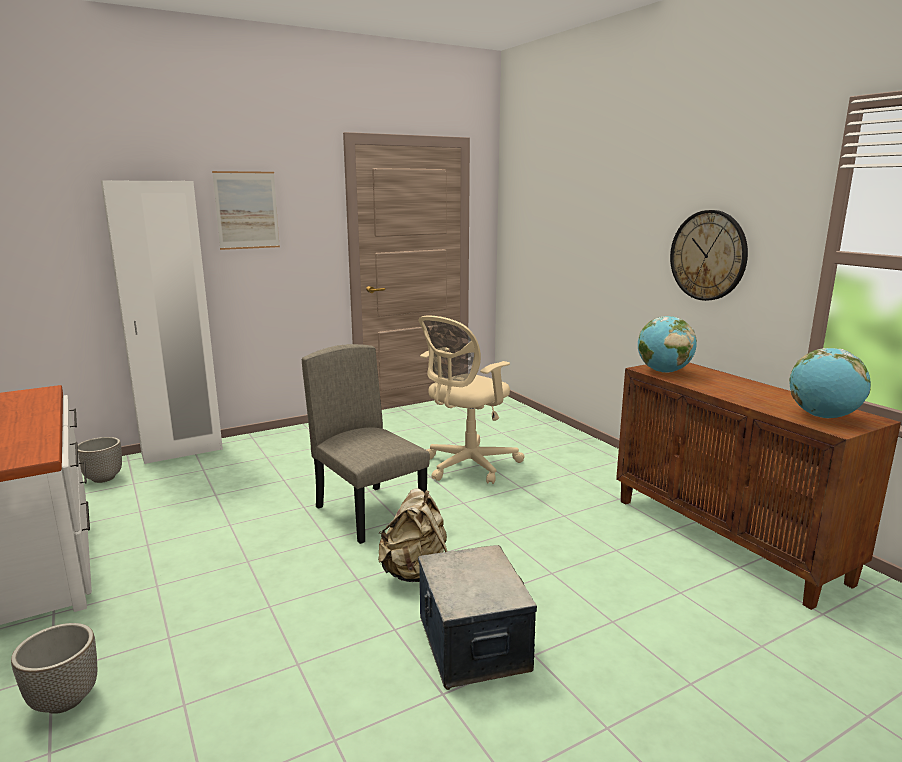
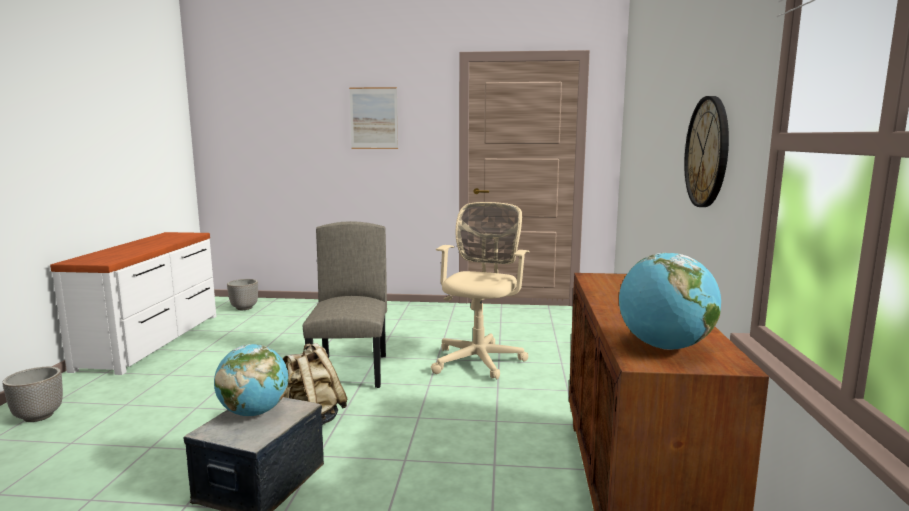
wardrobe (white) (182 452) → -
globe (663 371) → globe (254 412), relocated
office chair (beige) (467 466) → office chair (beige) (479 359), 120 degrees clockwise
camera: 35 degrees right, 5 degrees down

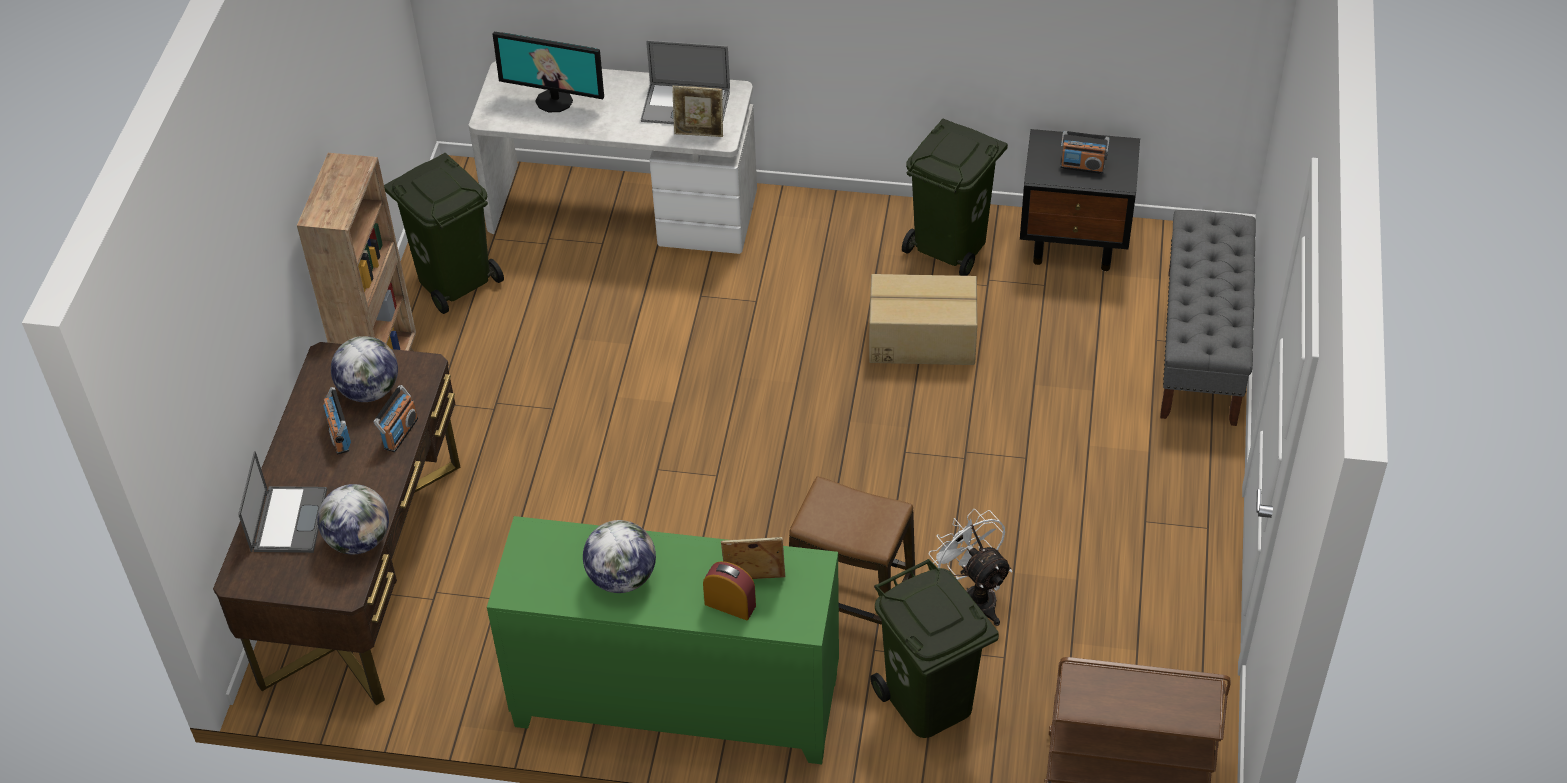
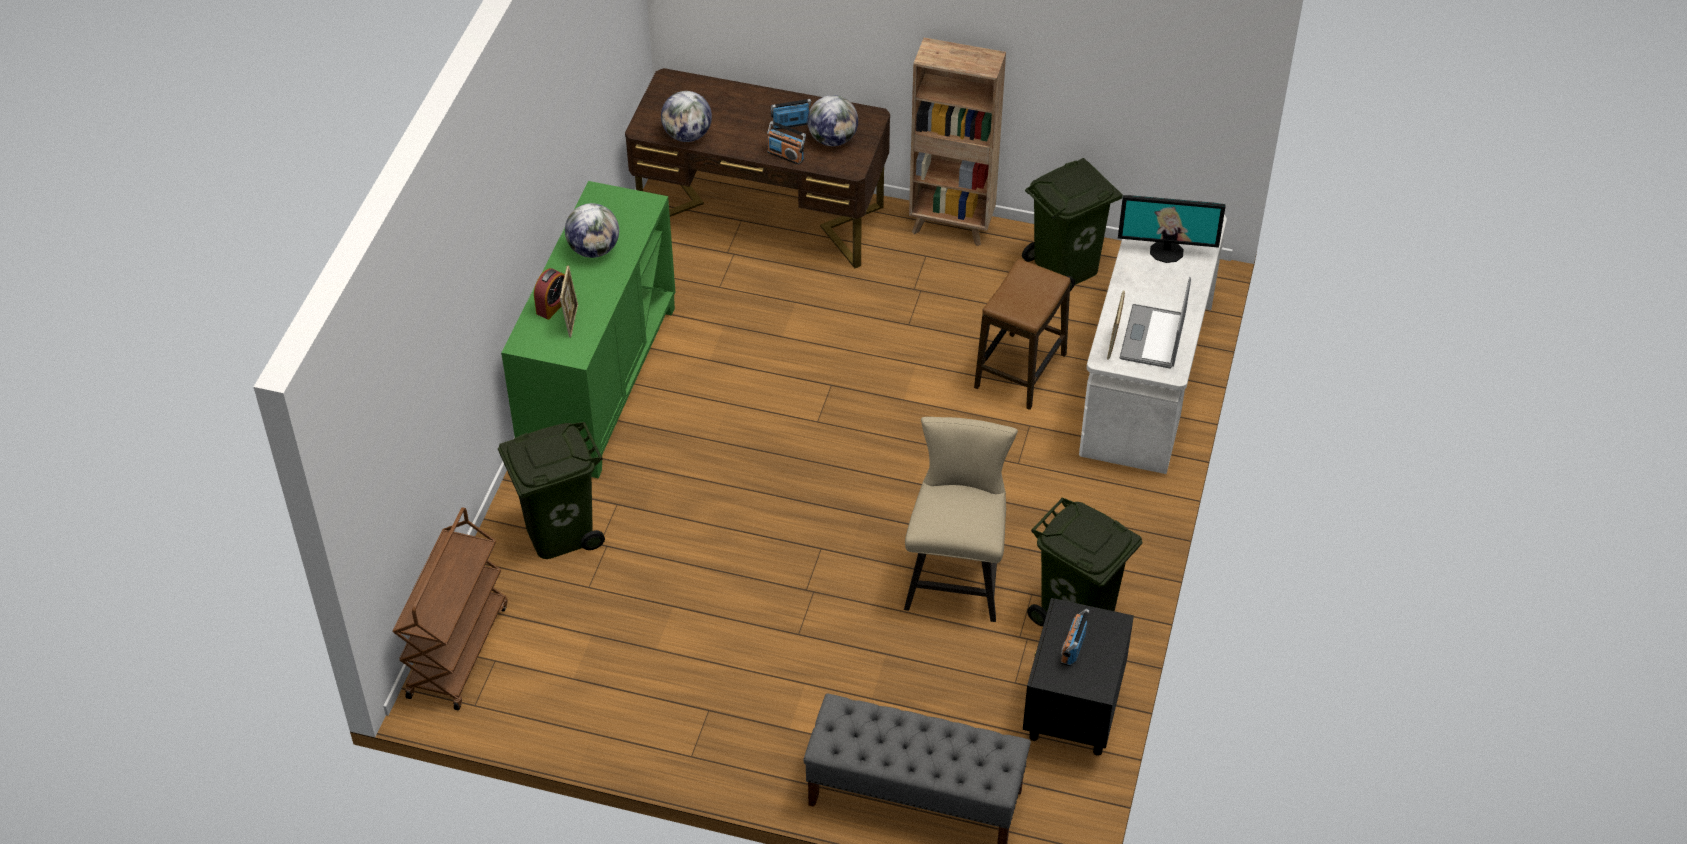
laptop (289 519) → -
fan (white) (973 596) → -
stool (851 604) → stool (1020 371), relocated
cardboard box (921 338) → chair (beige) (956 577)
monitor (554 100) → monitor (1166 251), 105 degrees counterclockwise
camera: 95 degrees right, 0 degrees up

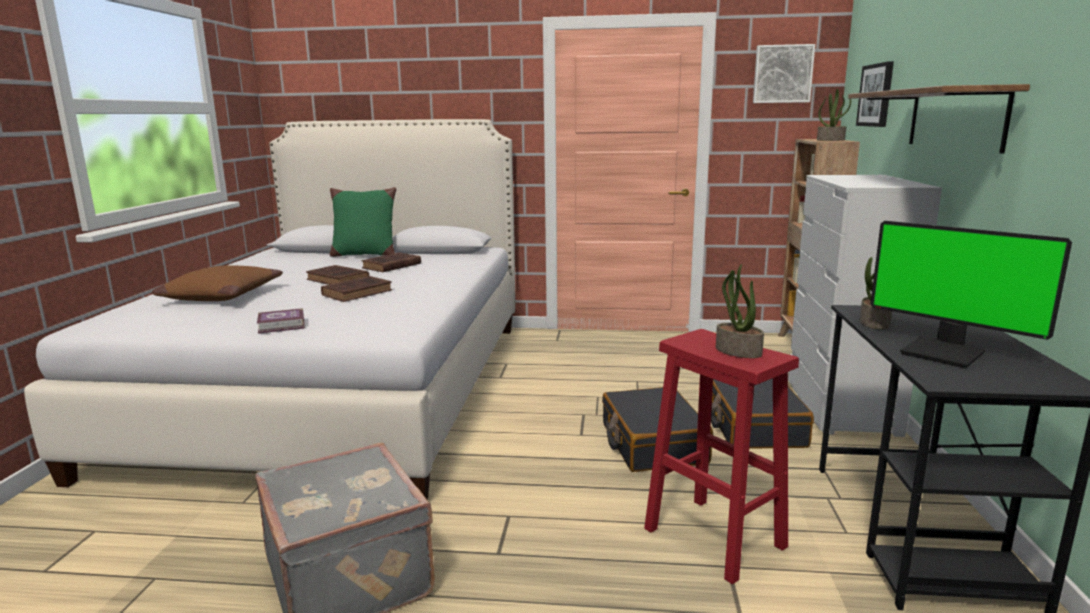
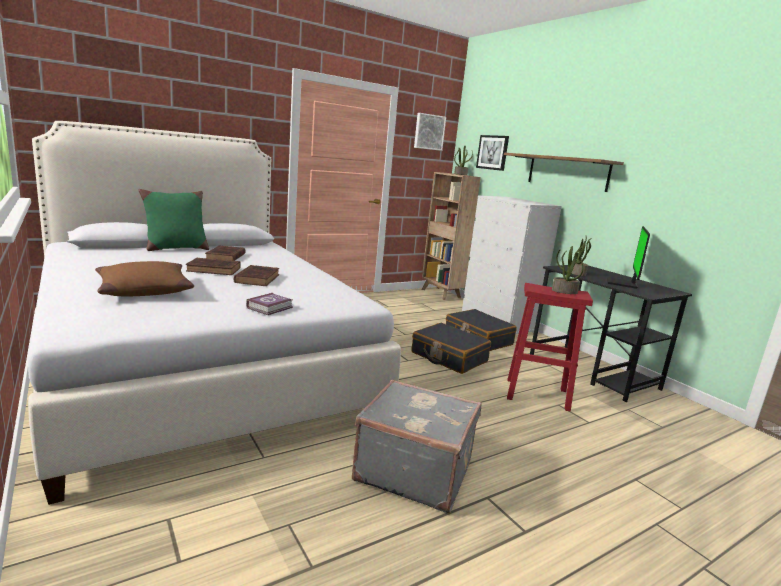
monitor (944 353) → monitor (623 284), 105 degrees clockwise
camera: 40 degrees left, 0 degrees up

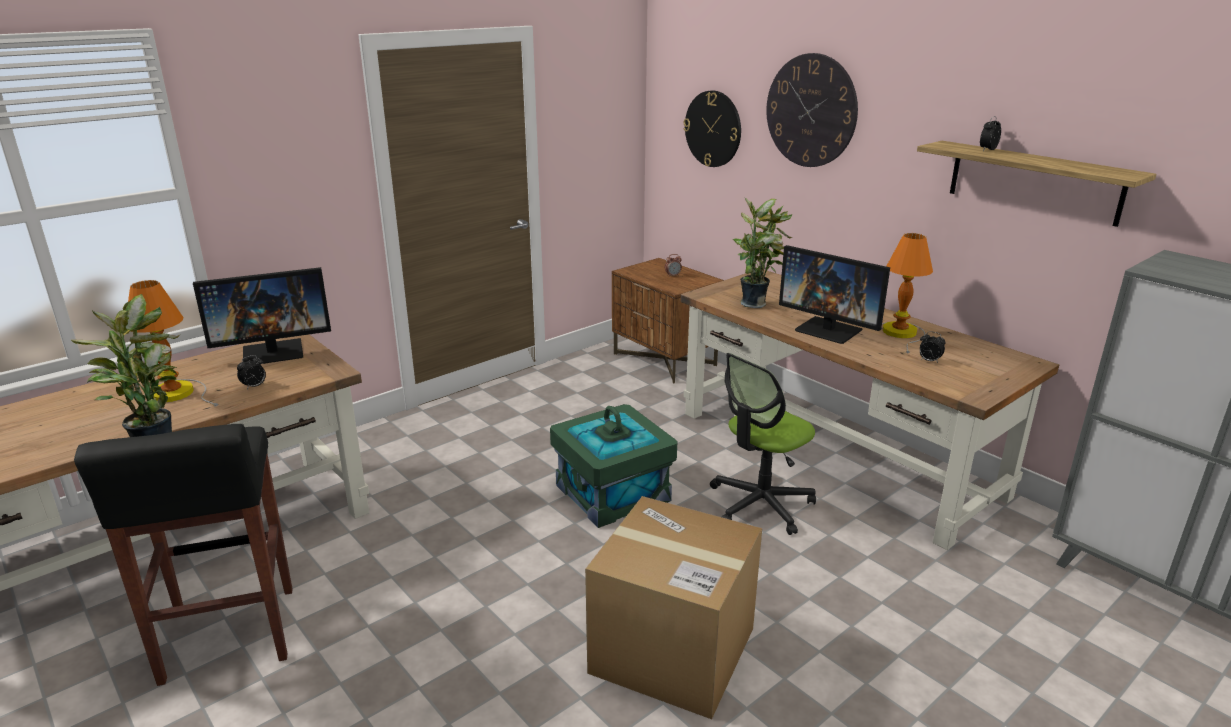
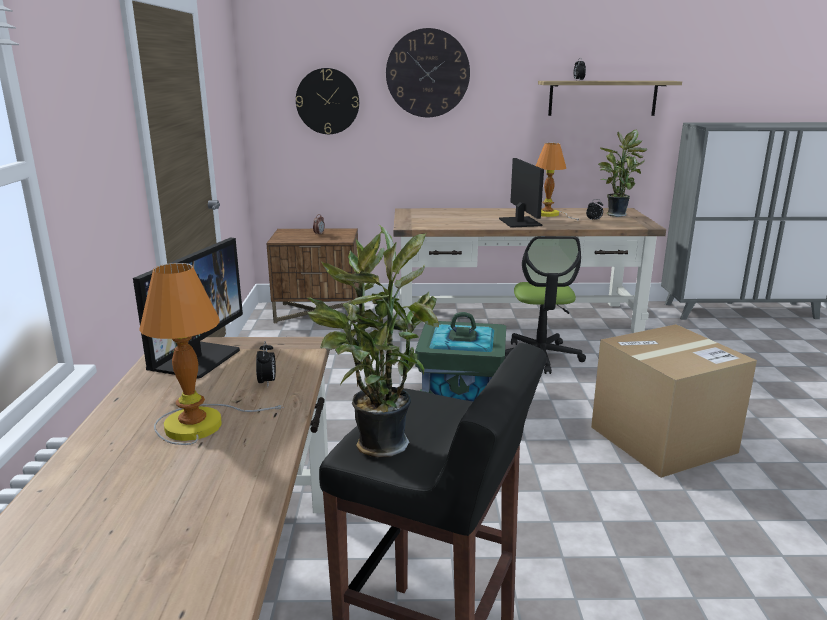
potted plant (755 303) → potted plant (616 214), relocated
monitor (829 330) → monitor (519 222), 90 degrees counterclockwise
camera: 50 degrees left, 5 degrees down

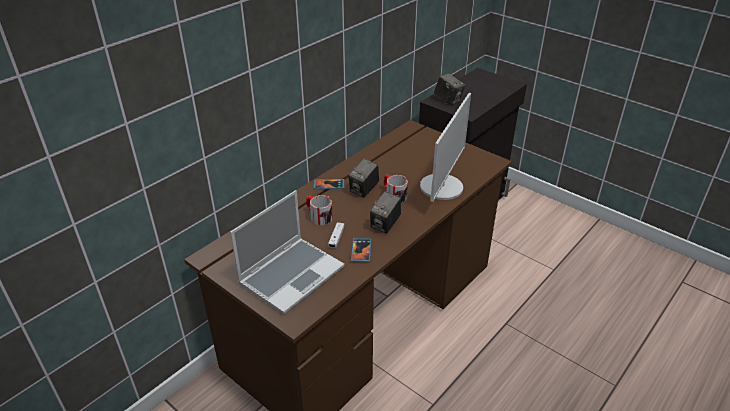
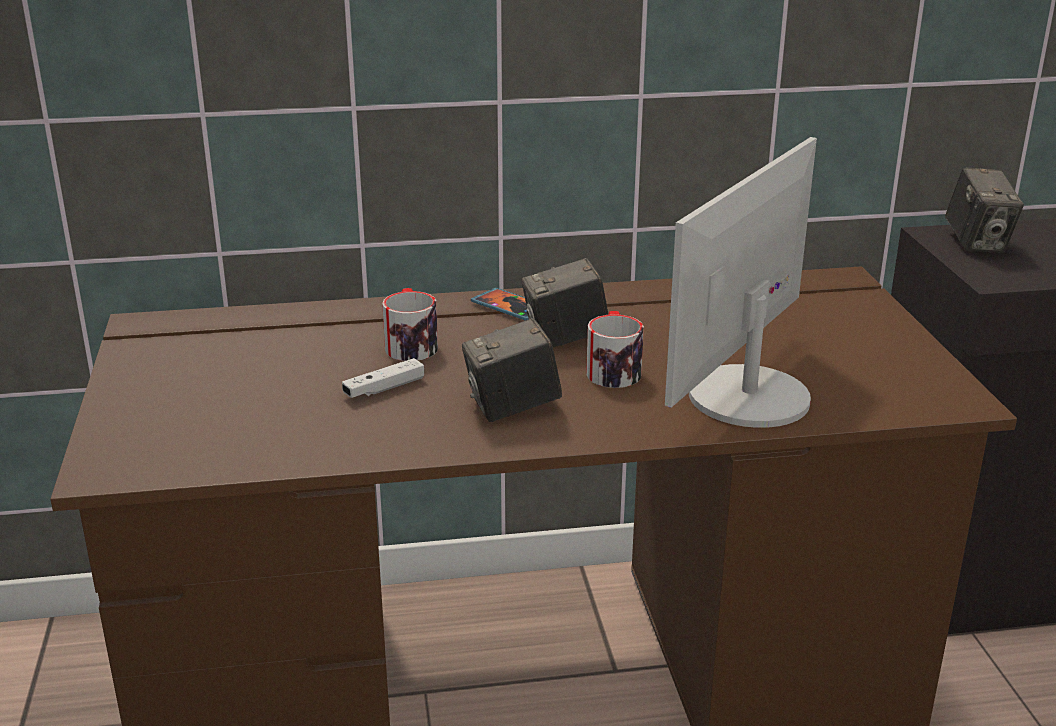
laptop (292 275) → -
phone (361 251) → -
monitor (442 187) → monitor (746 397), 150 degrees clockwise
camera: 40 degrees right, 10 degrees down

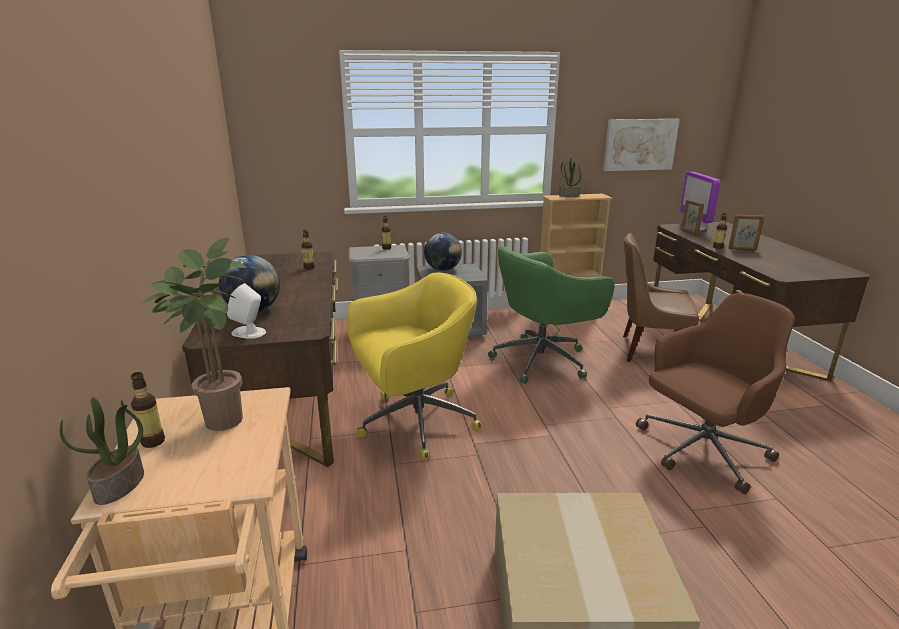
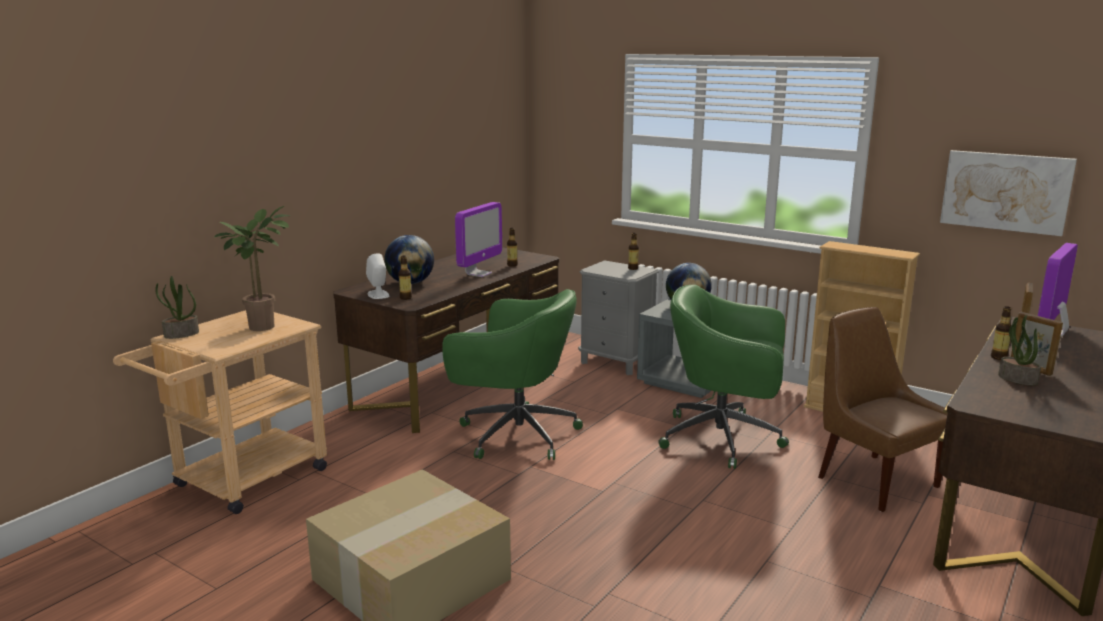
office chair (brown) (701 451) → -
- → monitor (478 274)
bottle (153 442) → bottle (405 298), relocated
potted plant (569 196) → potted plant (1016 379), relocated
office chair (yellow) (414 422) → office chair (green) (515 434)
camera: 45 degrees right, 5 degrees down

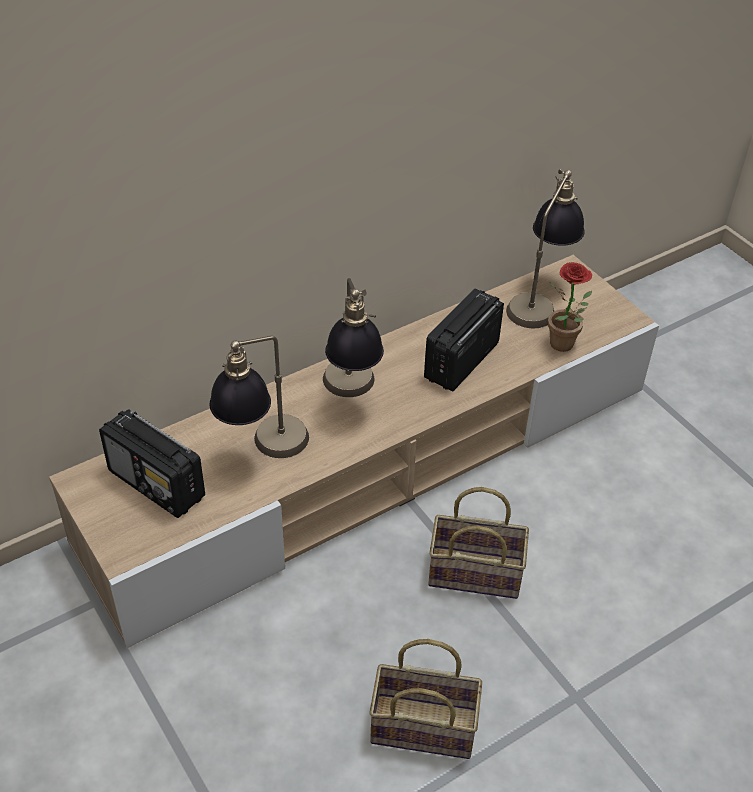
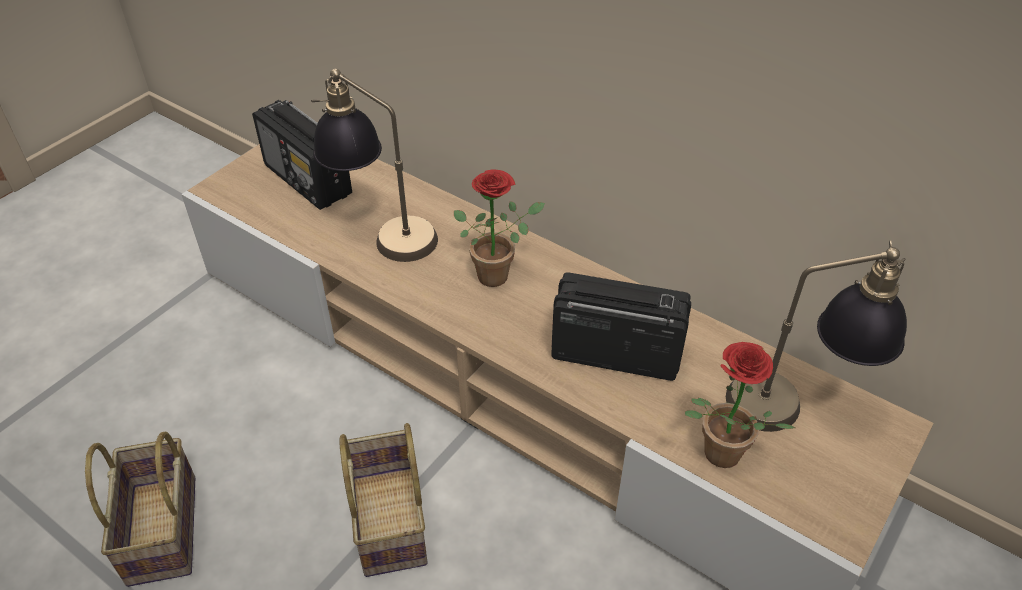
table lamp (351 395) → potted plant (498 273)
radio (157 485) → radio (308 181), 60 degrees counterclockwise
camera: 70 degrees right, 0 degrees up

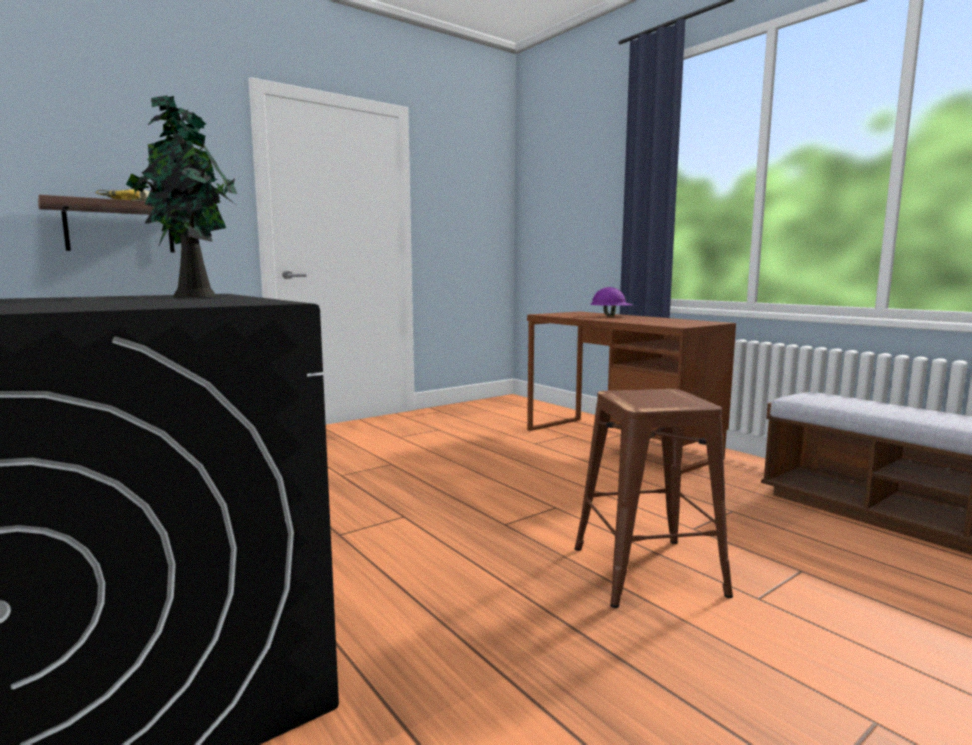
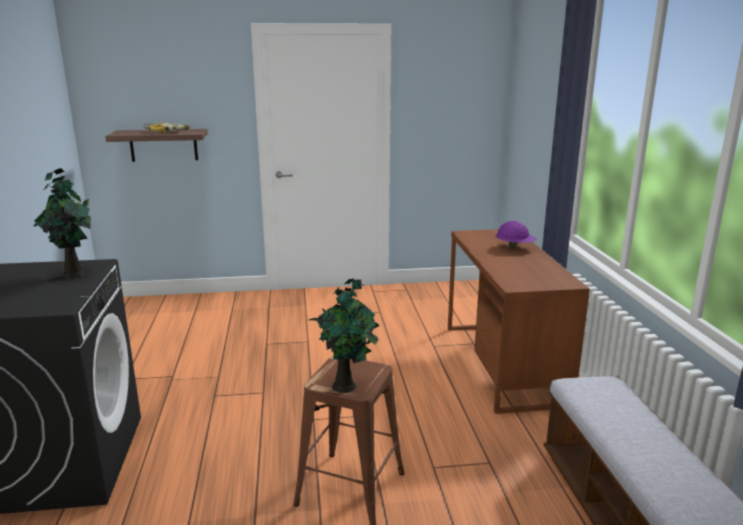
- → potted plant (346 386)
camera: 30 degrees right, 10 degrees up

